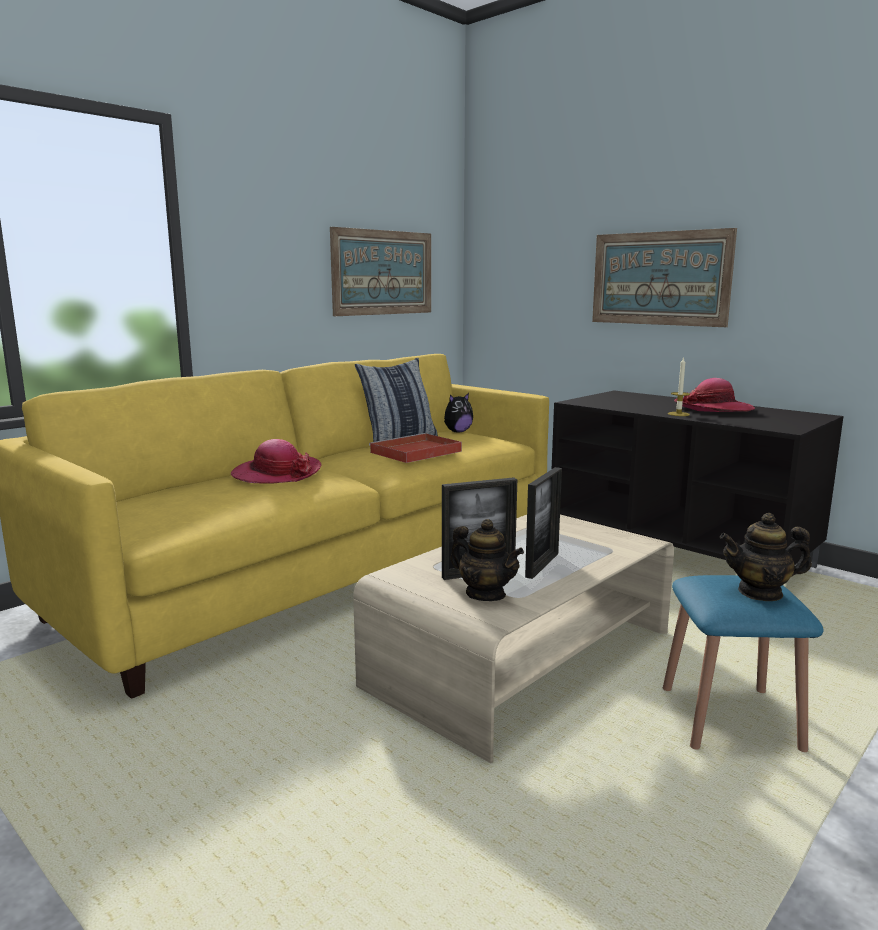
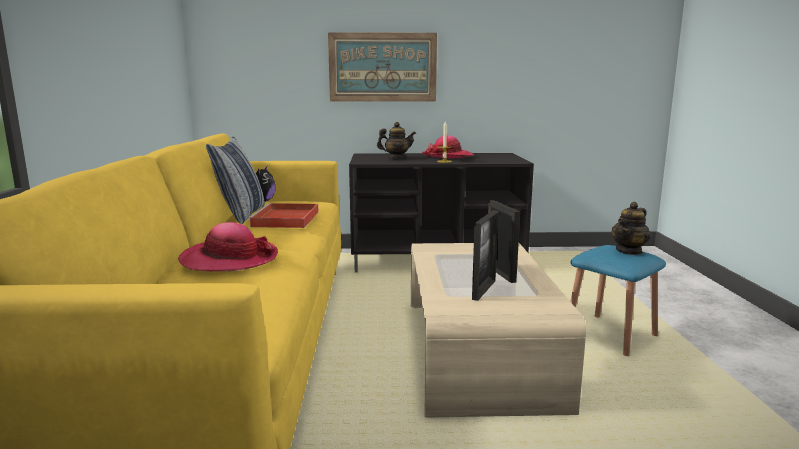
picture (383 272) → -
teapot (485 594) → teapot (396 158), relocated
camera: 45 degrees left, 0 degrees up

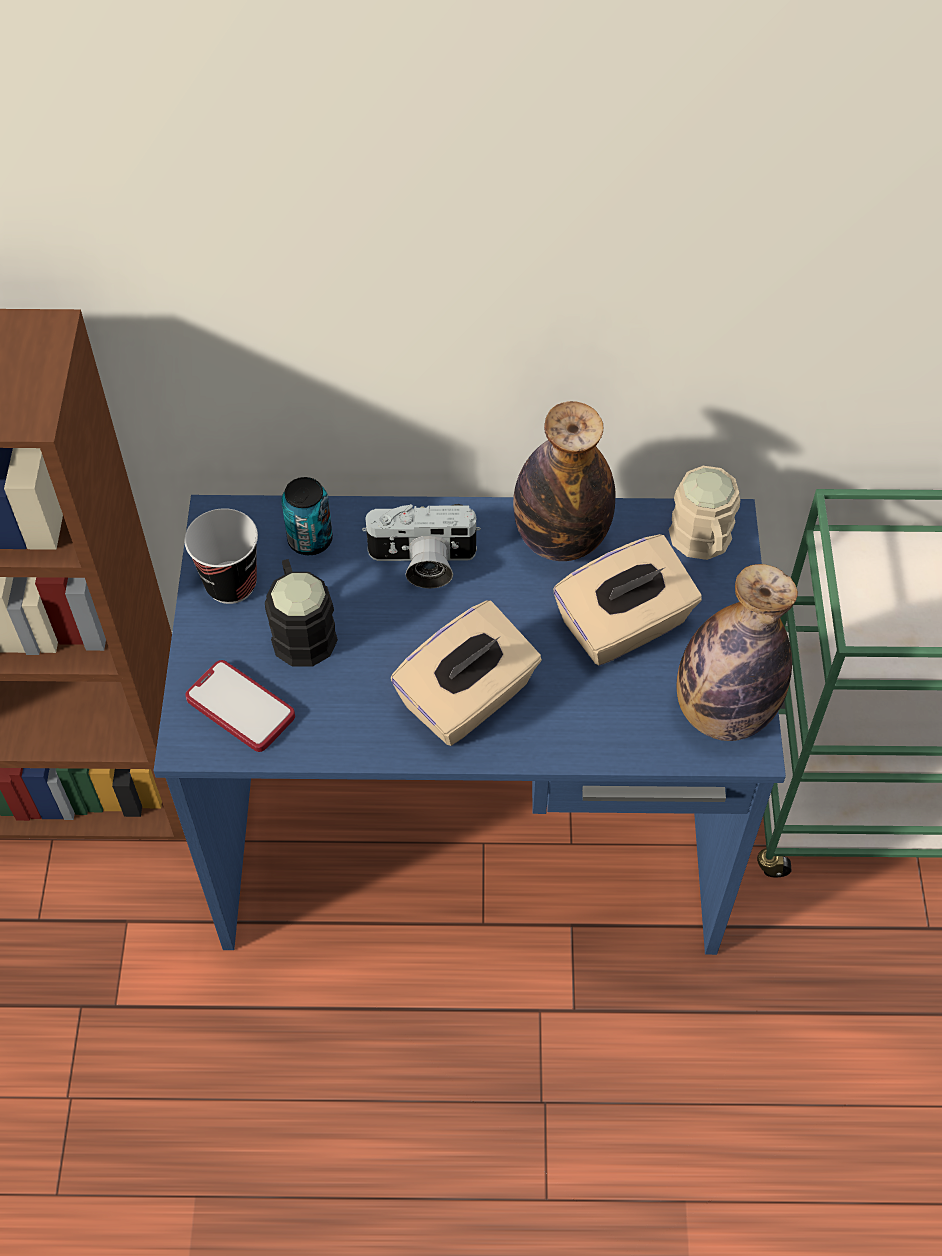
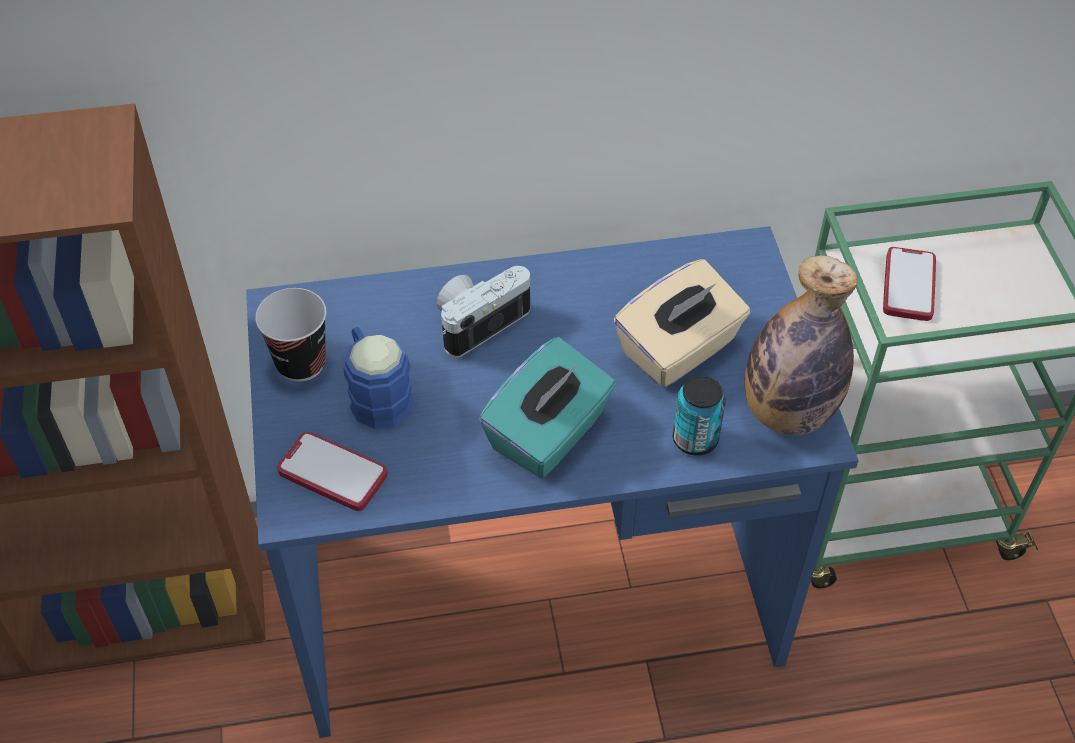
bottle (561 539) → -
mug (beige) (703 544) → -
- → phone (908 286)
can (310 540) → can (695 439), relocated
mug (black) (301 628) → mug (blue) (376 394)
tissue box (beige) (468 699) → tissue box (turquoise) (549 434)
photo camera (422 563) → photo camera (479 320), 150 degrees clockwise
camera: 10 degrees left, 5 degrees down

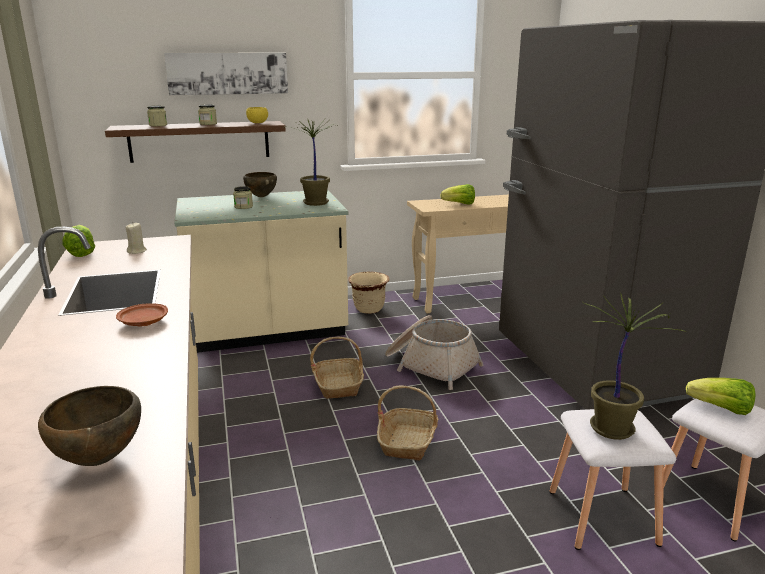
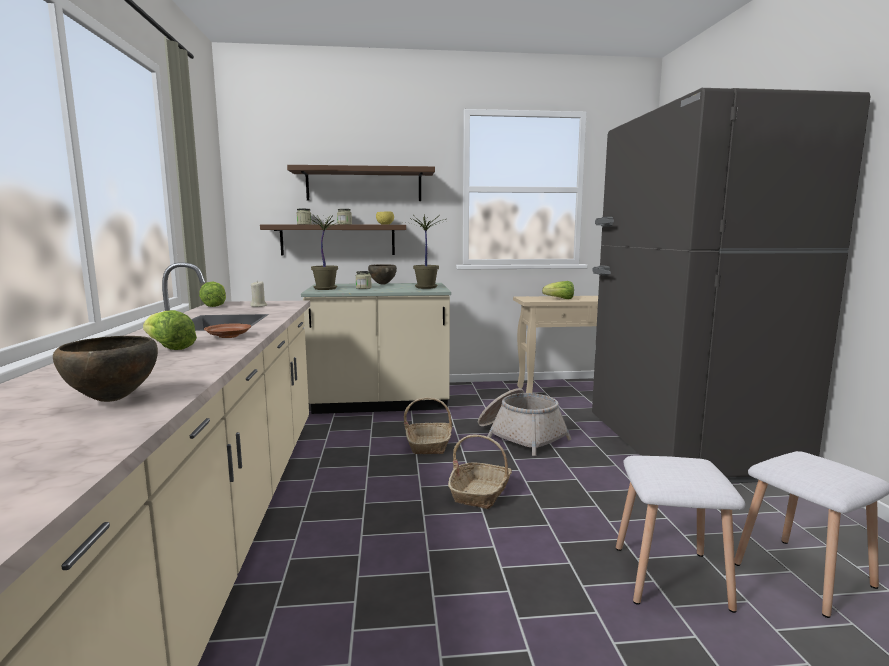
planter (beige) (369 309) → -
potted plant (612 428) → potted plant (326 289), relocated
lettuce (721 409) → lettuce (168 347), relocated
picture (228 73) → shelf (brown) (364 185)
camera: 10 degrees right, 10 degrees down

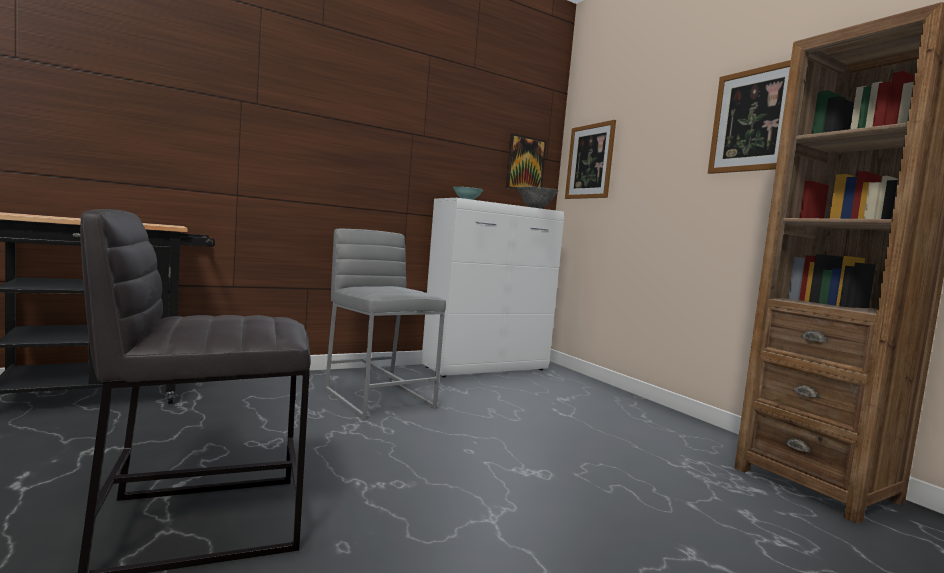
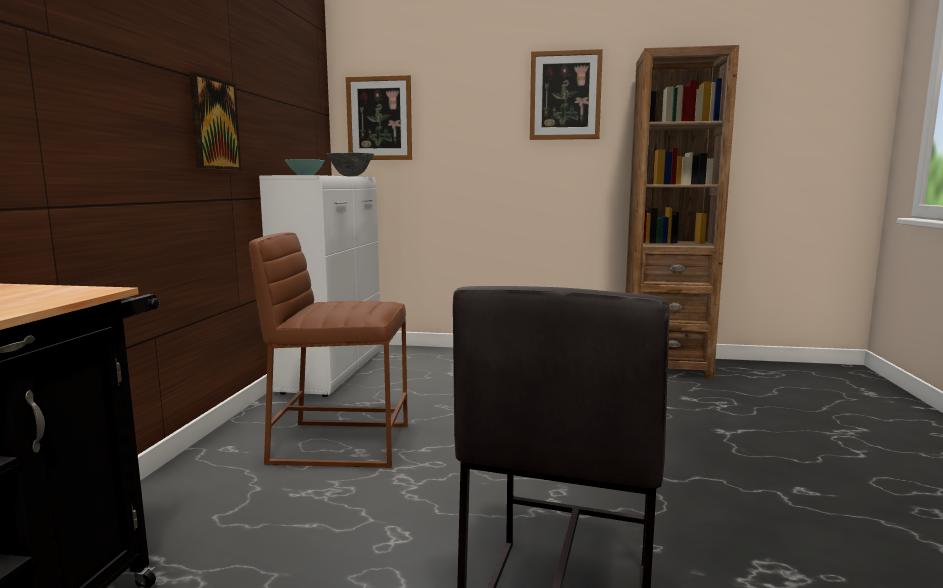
picture (525 164) → picture (214 124), relocated
stool (grey) (379 398) → stool (brown) (340 443)
camera: 50 degrees left, 5 degrees up

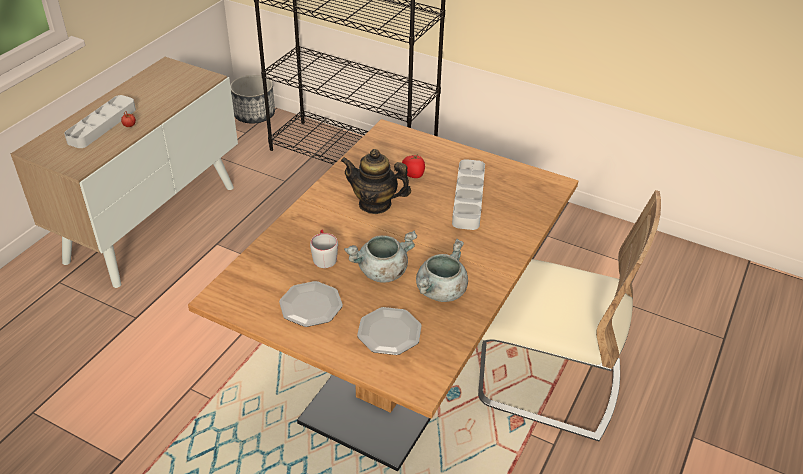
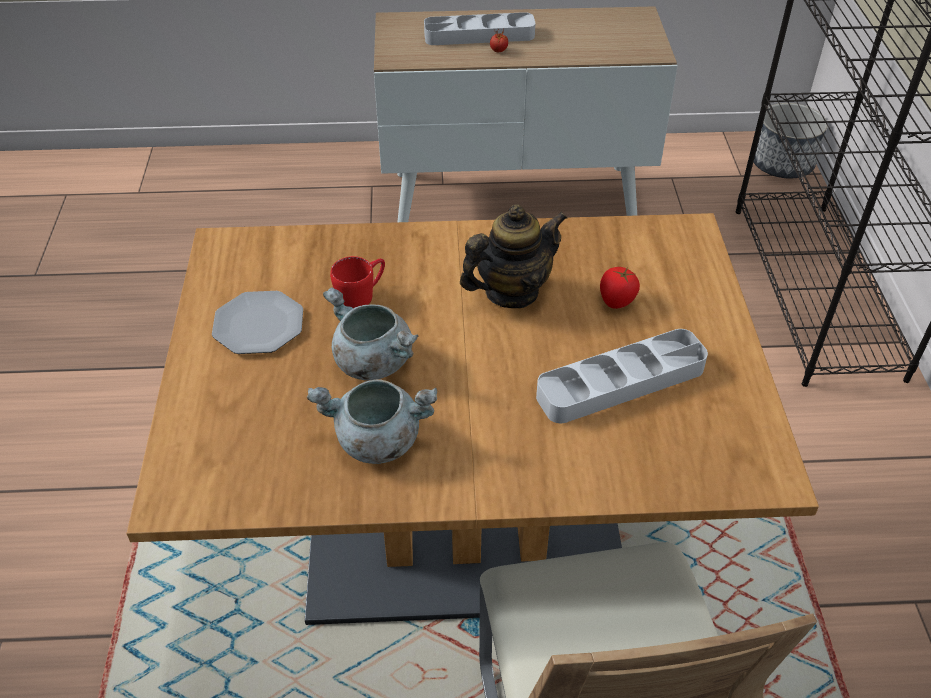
plate (389 332) → -
mug (grey) (324 256) → mug (red) (361 293)
teapot (375 204) → teapot (511 292), 75 degrees clockwise
camera: 60 degrees right, 5 degrees up

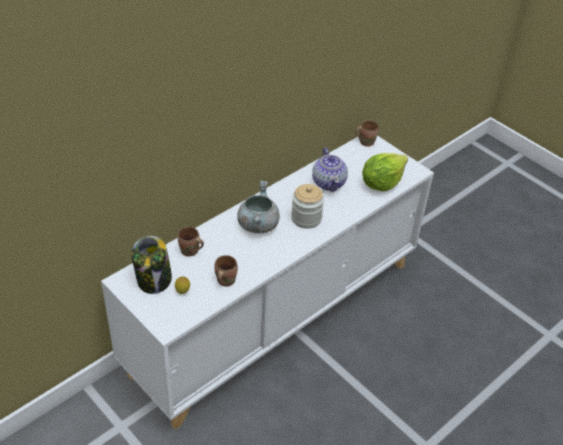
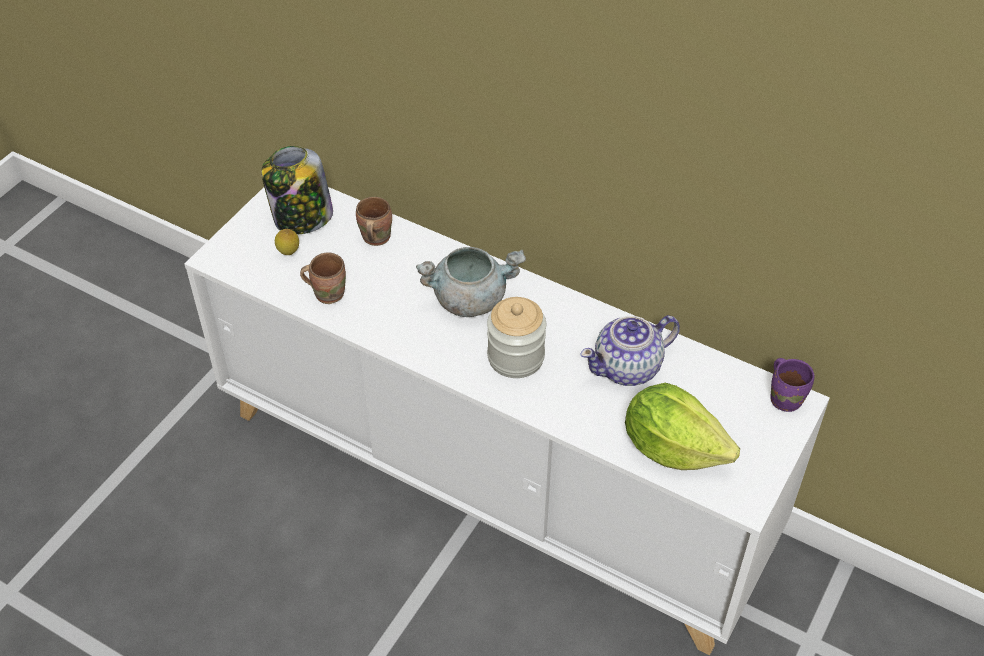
mug (brown) (365 141) → mug (purple) (786 398)
camera: 75 degrees right, 5 degrees up

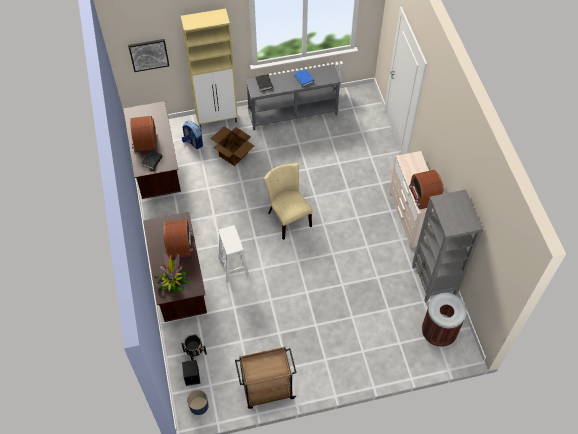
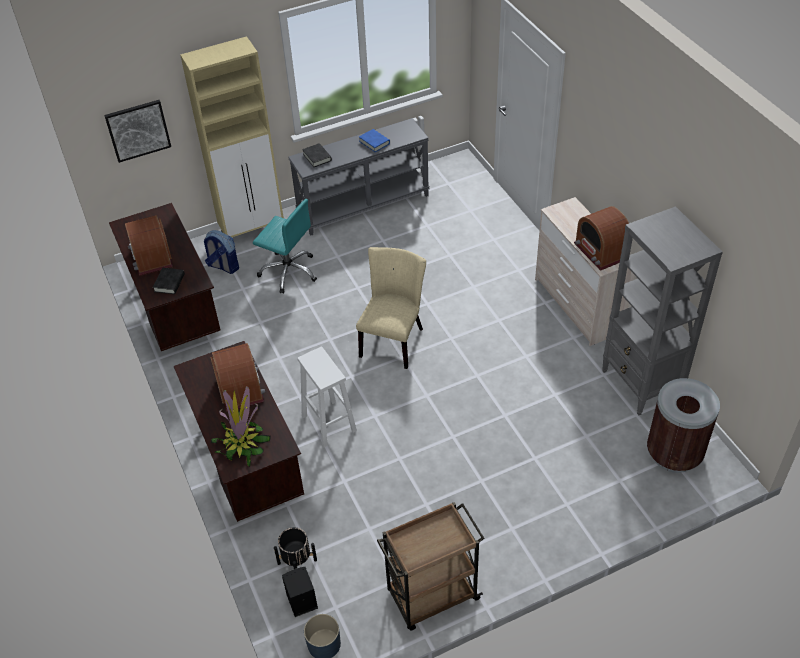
cardboard box (233 154) → office chair (turquoise) (289 271)
chair (beige) (287 217) → chair (beige) (393 339), 60 degrees clockwise
camera: 10 degrees left, 10 degrees down

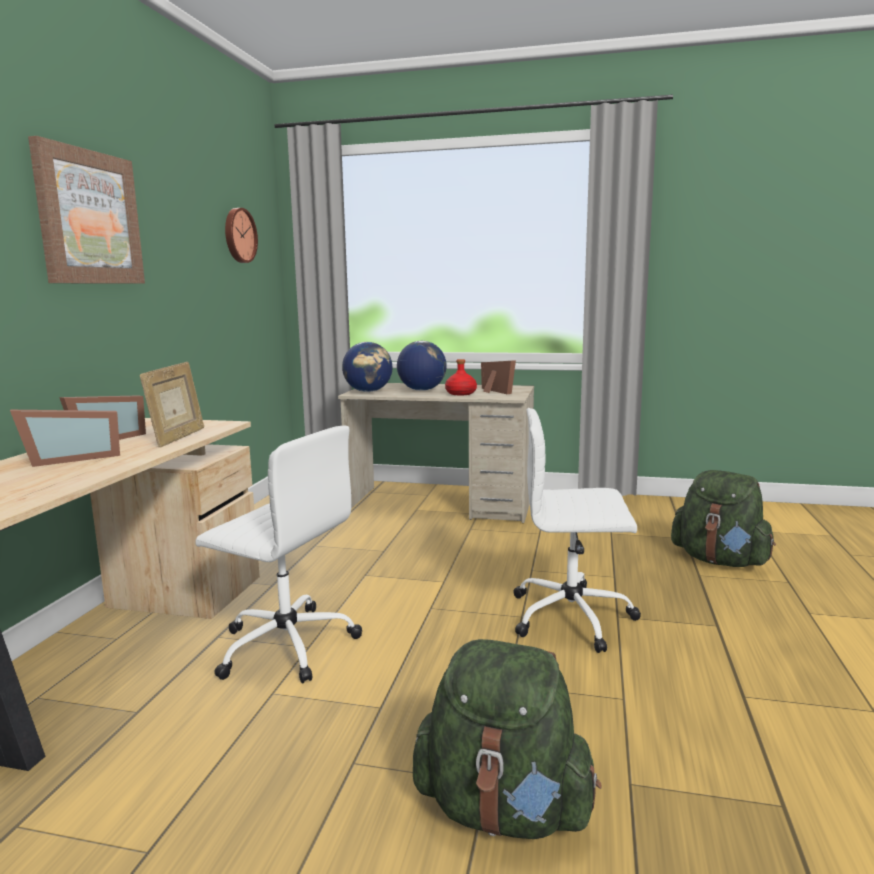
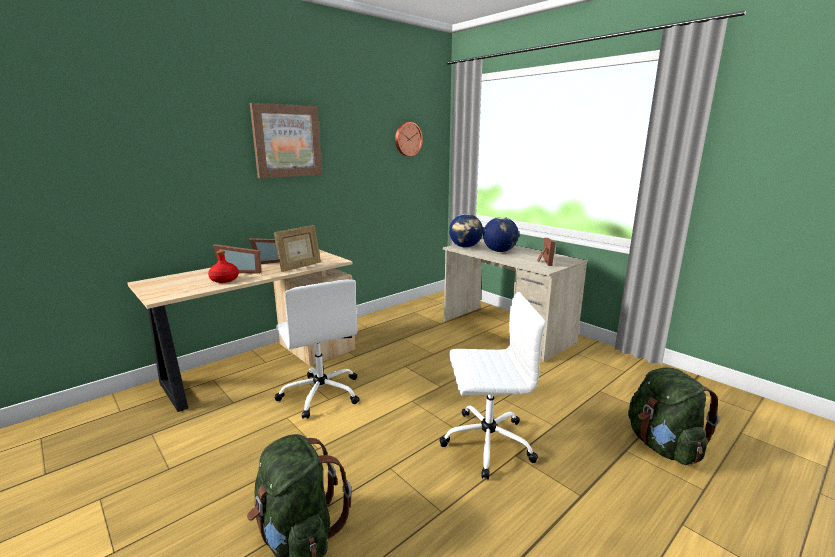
bottle (red) (461 393) → bottle (red) (224 280), relocated
office chair (white) (573 617) → office chair (white) (486 442), 135 degrees clockwise
camera: 35 degrees right, 5 degrees up

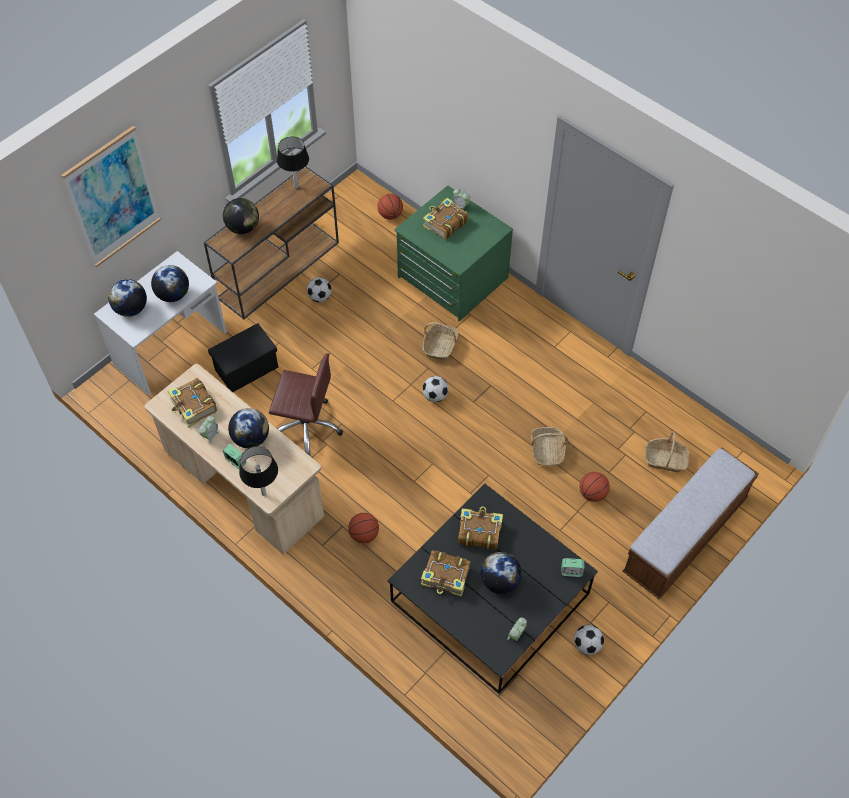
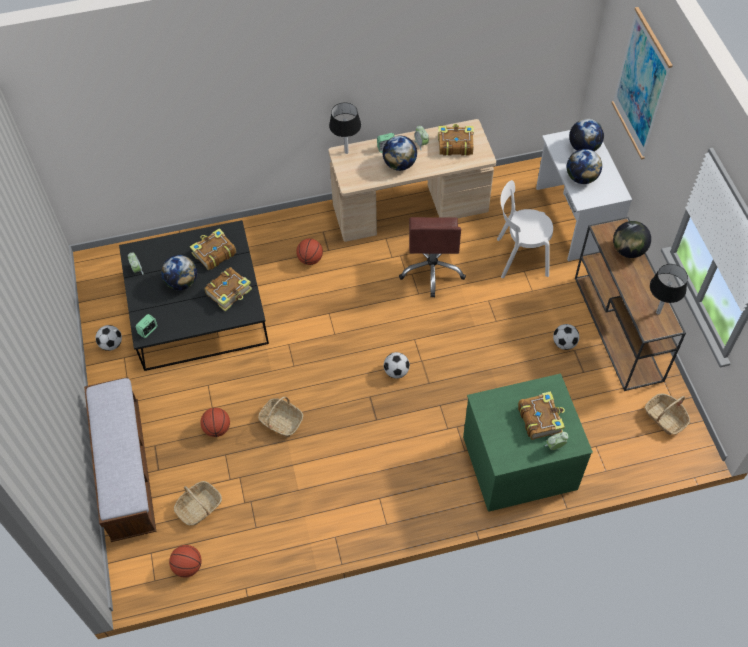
basketball (390 215) → basketball (188 566), relocated
basket (440 346) → basket (665 418), relocated
storage box (black) (246 369) → chair (white) (519 257)
office chair (brown) (307 427) → office chair (brown) (432 270), 45 degrees counterclockwise
camera: 125 degrees right, 0 degrees up

